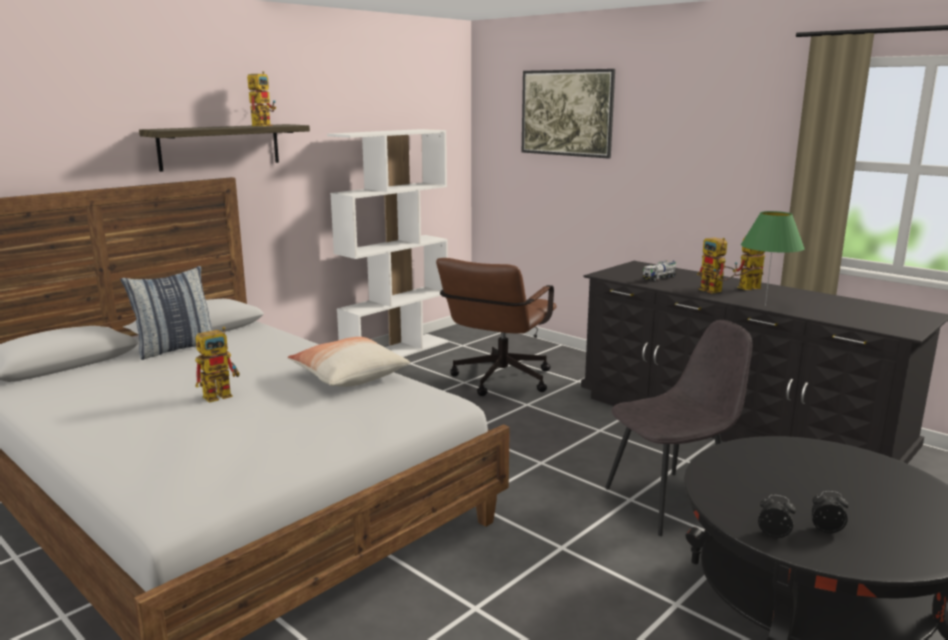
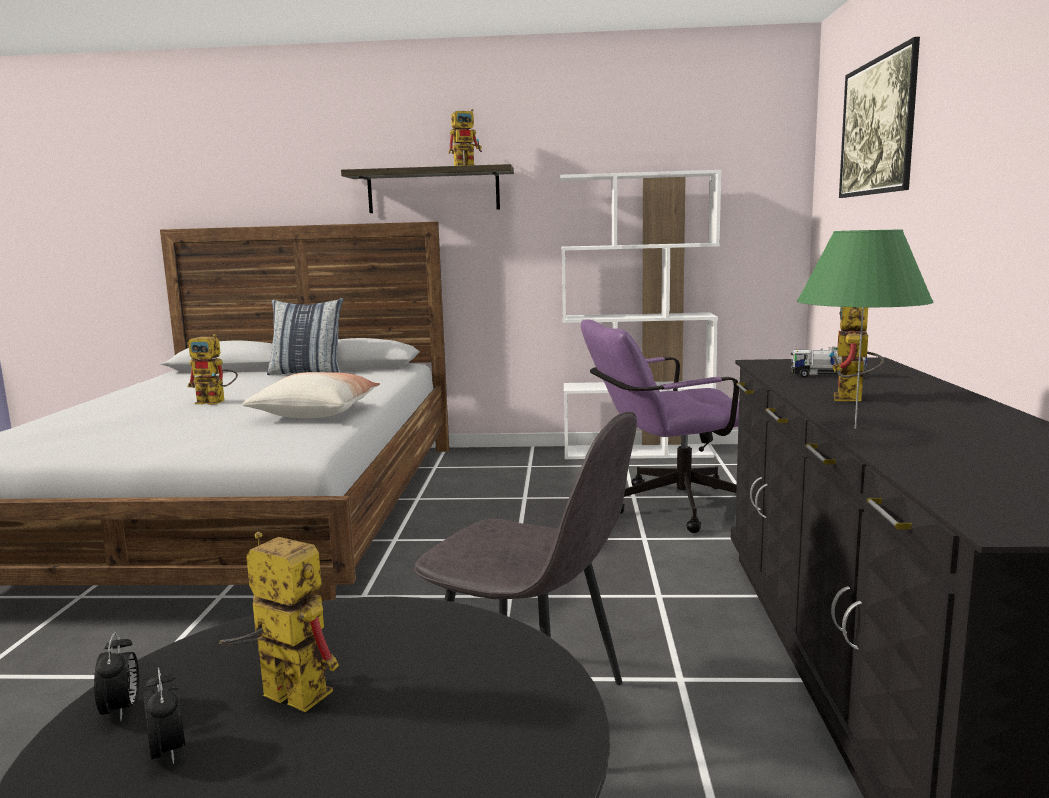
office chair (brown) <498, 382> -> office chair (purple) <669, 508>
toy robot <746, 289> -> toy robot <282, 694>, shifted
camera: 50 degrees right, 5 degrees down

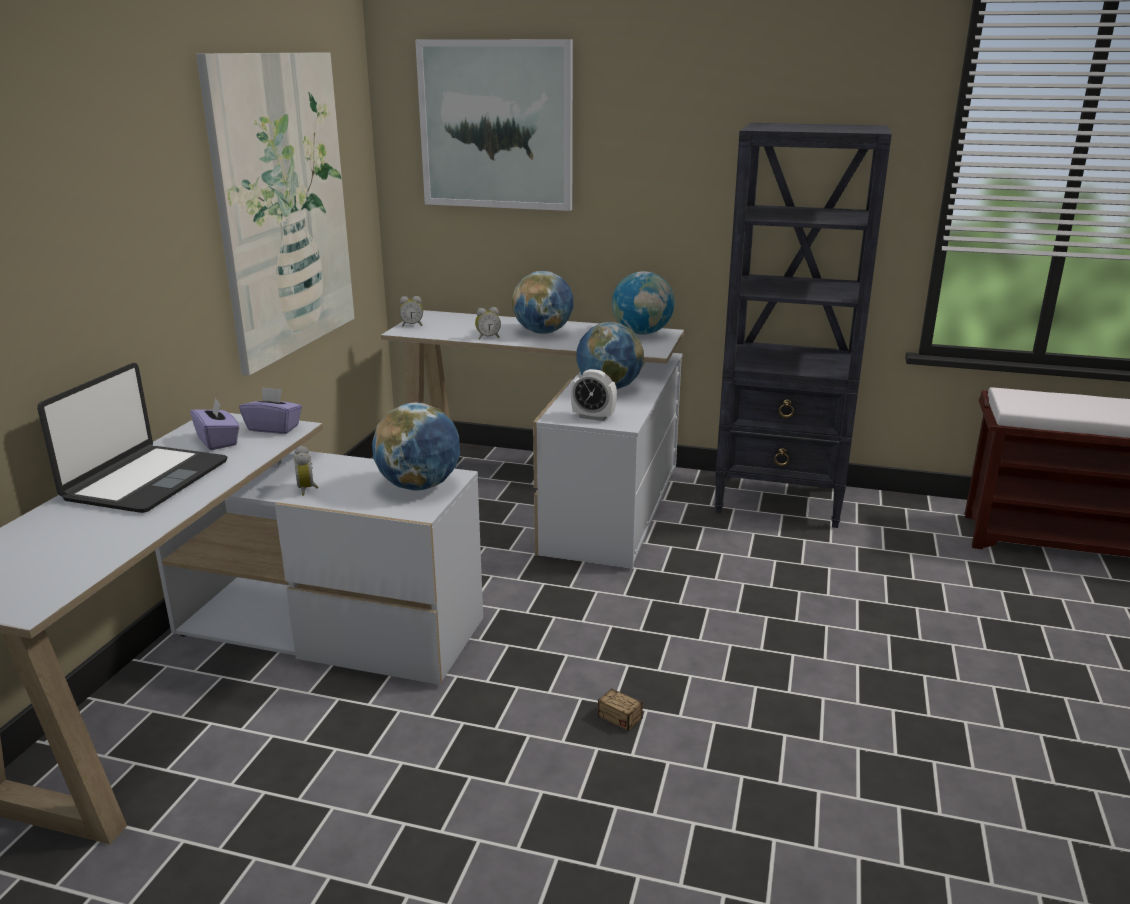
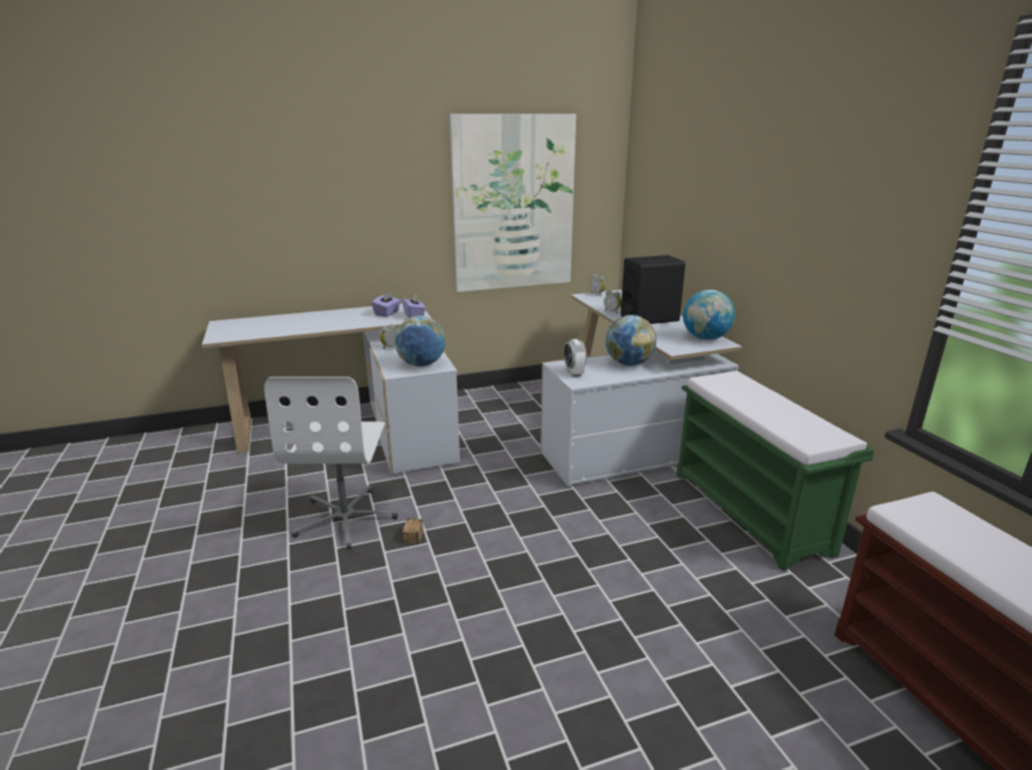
laptop <145, 480> -> none
picture <496, 125> -> none
globe <543, 332> -> speaker (black) <649, 318>
bookcase (black) <780, 501> -> bench (green) <751, 512>
none -> office chair (white) <346, 518>
camera: 55 degrees right, 0 degrees up

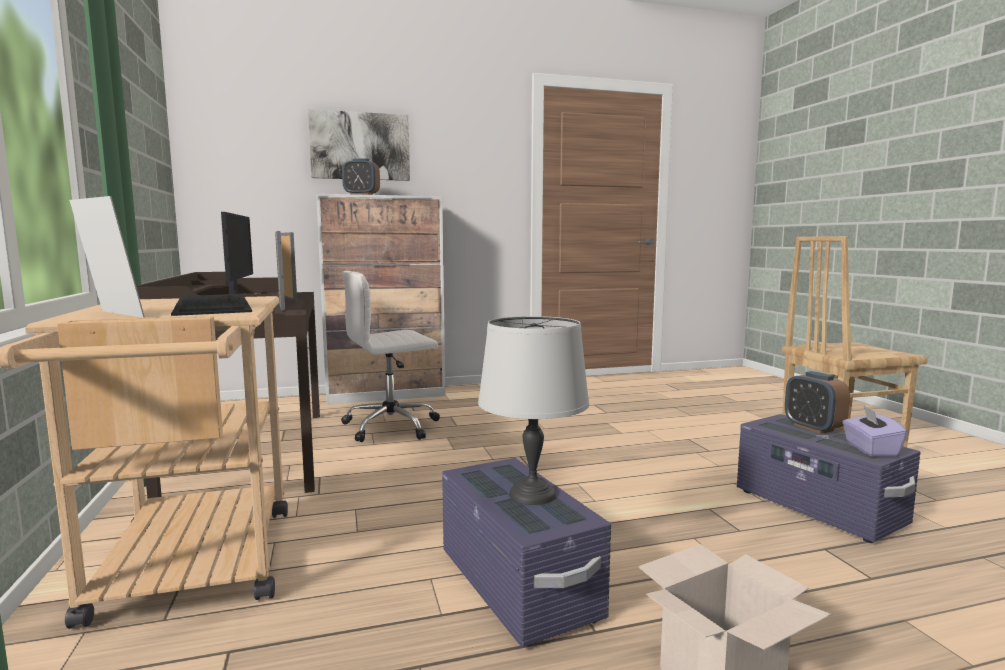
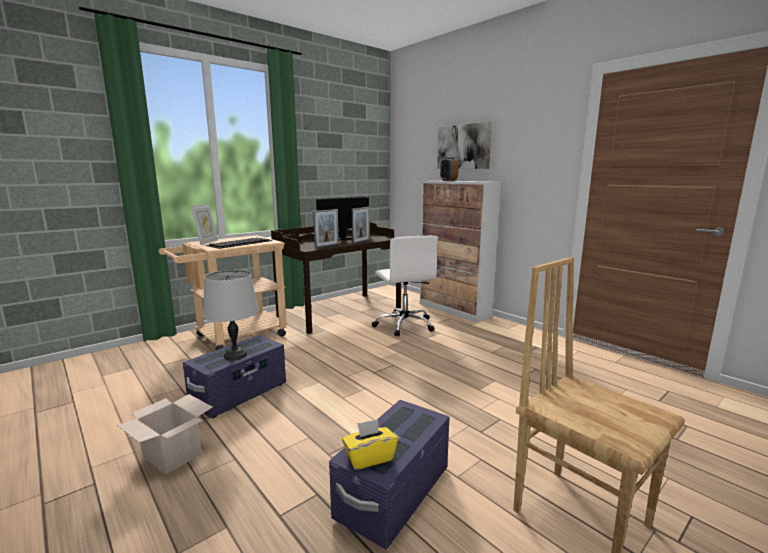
office chair (white) <393, 426> -> office chair (white) <404, 325>, 150 degrees counterclockwise
alarm clock <813, 428> -> none
tissue box (purple) <870, 449> -> tissue box (yellow) <369, 457>
camera: 65 degrees right, 5 degrees up

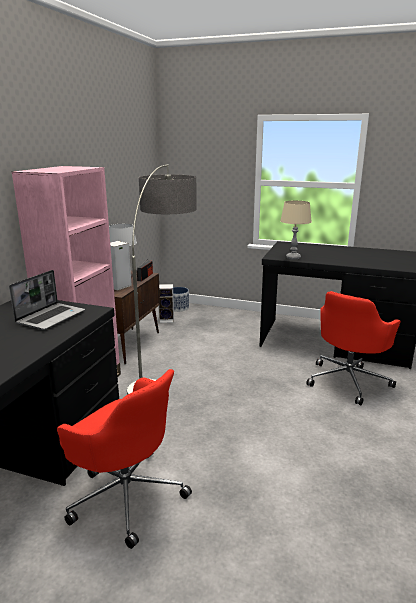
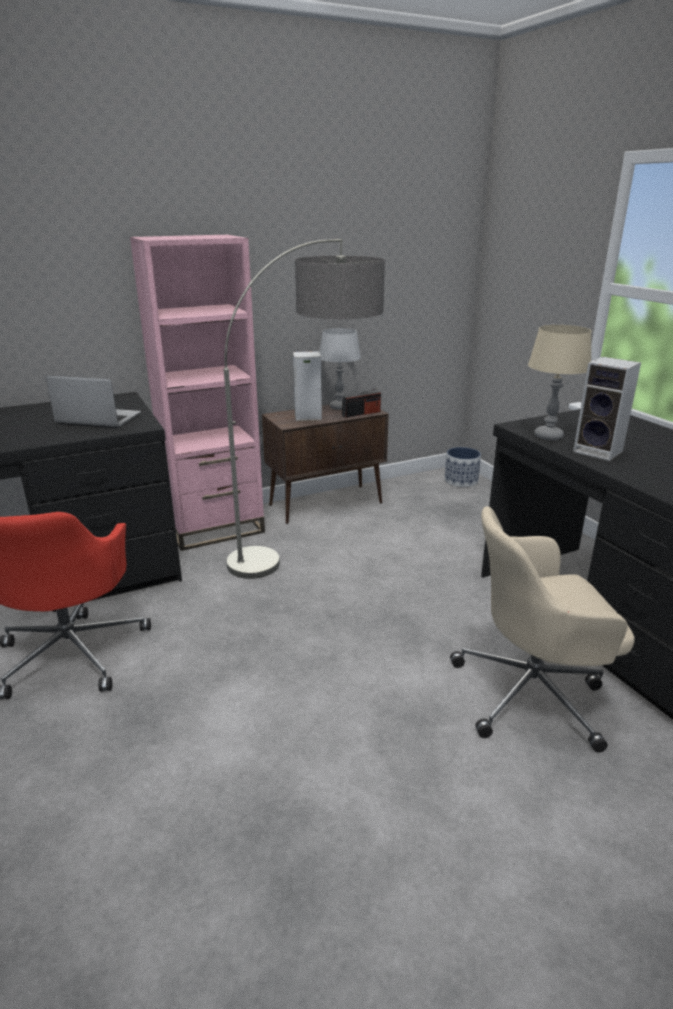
laptop <51, 317> -> laptop <97, 420>, 150 degrees counterclockwise
speaker <167, 320> -> speaker <600, 451>, shifted
office chair (red) <348, 380> -> office chair (beige) <533, 693>
camera: 45 degrees right, 5 degrees up

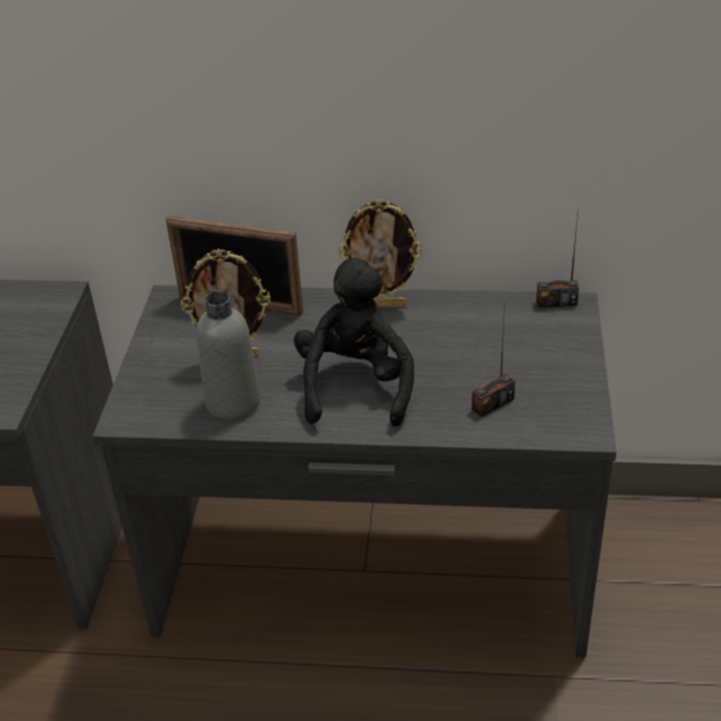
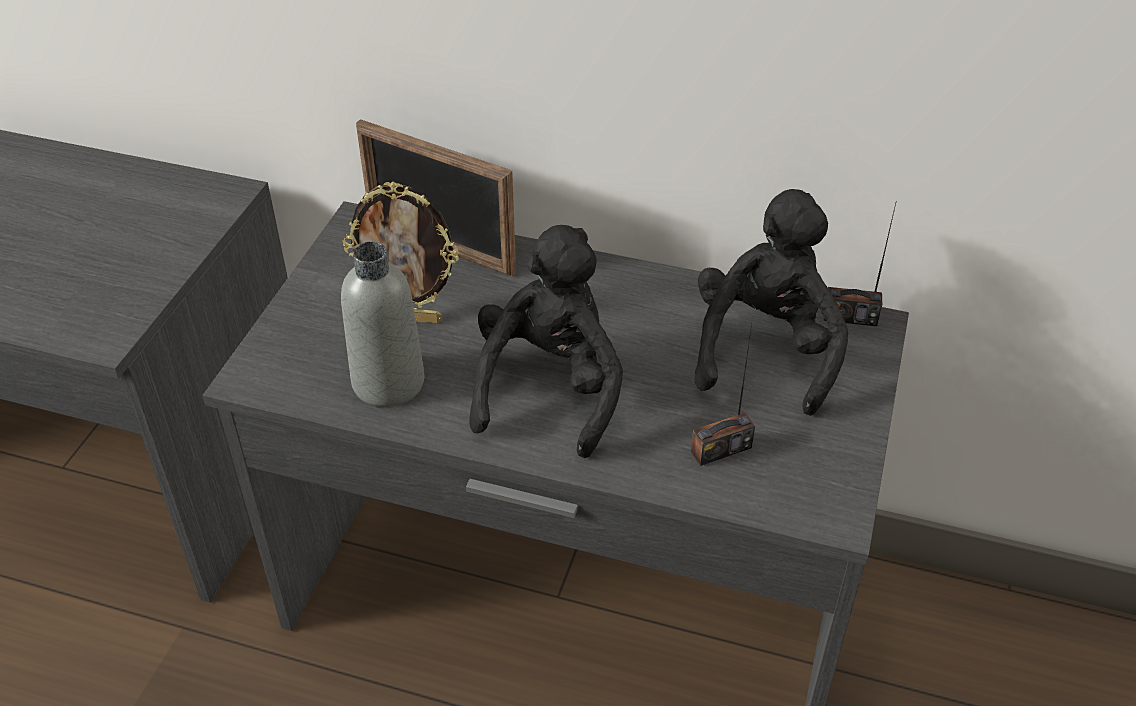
picture frame <382, 305> -> none
none -> plush toy (black) <765, 350>
camera: 10 degrees right, 5 degrees up

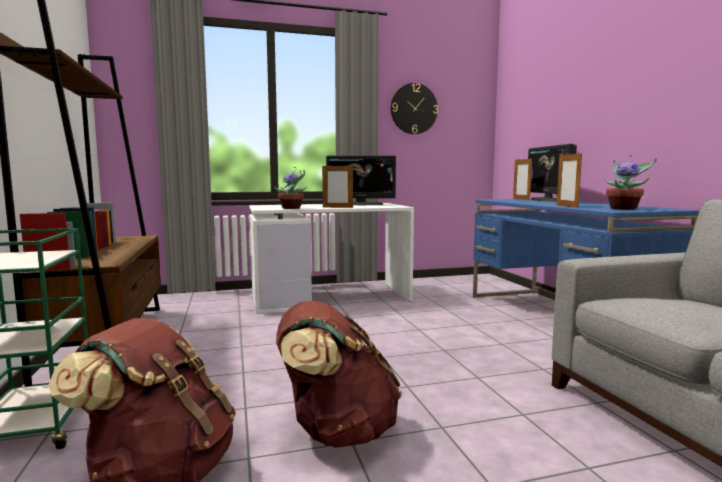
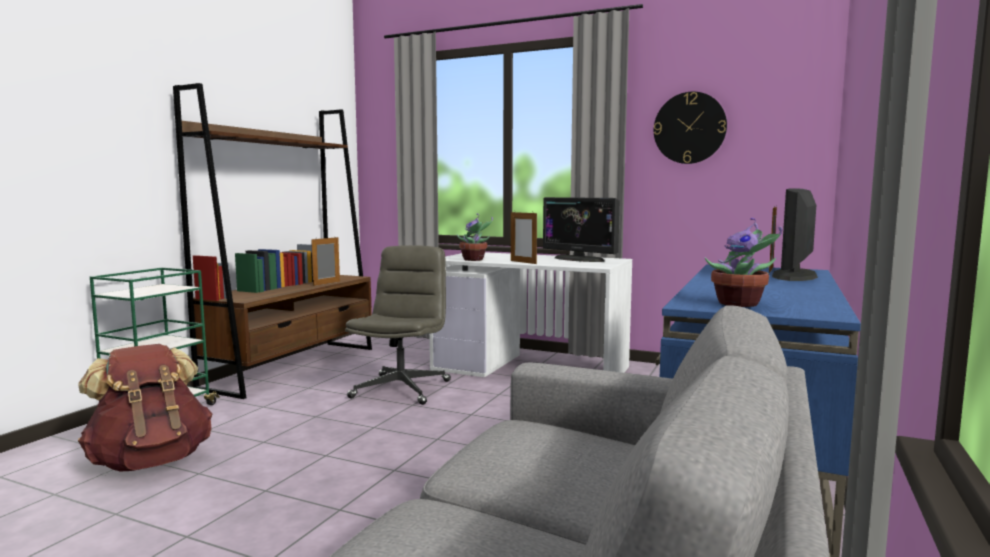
backpack (brown) <336, 431> -> none
picture frame <567, 206> -> picture frame <326, 283>, shifted
none -> office chair (grey) <401, 389>
camera: 40 degrees right, 0 degrees up

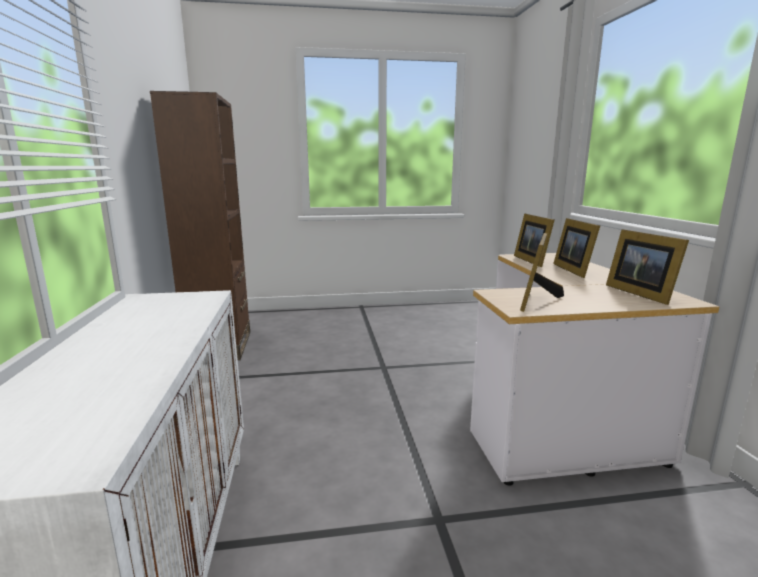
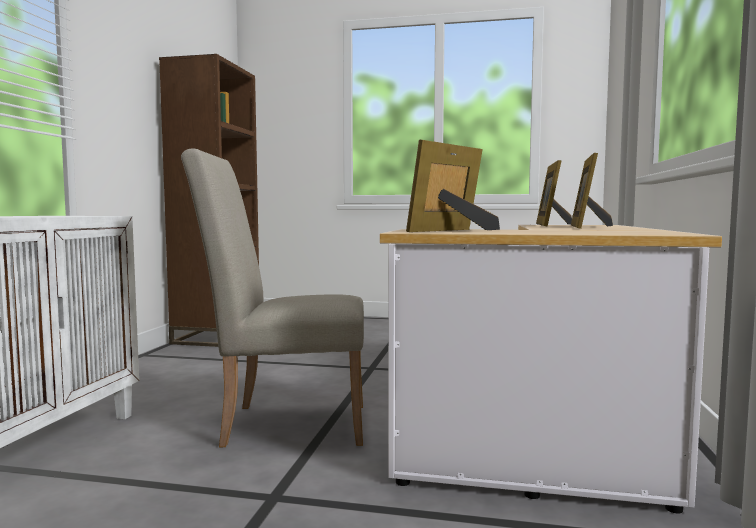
picture frame <640, 293> -> none
none -> chair (beige) <284, 423>
camera: 20 degrees right, 10 degrees down

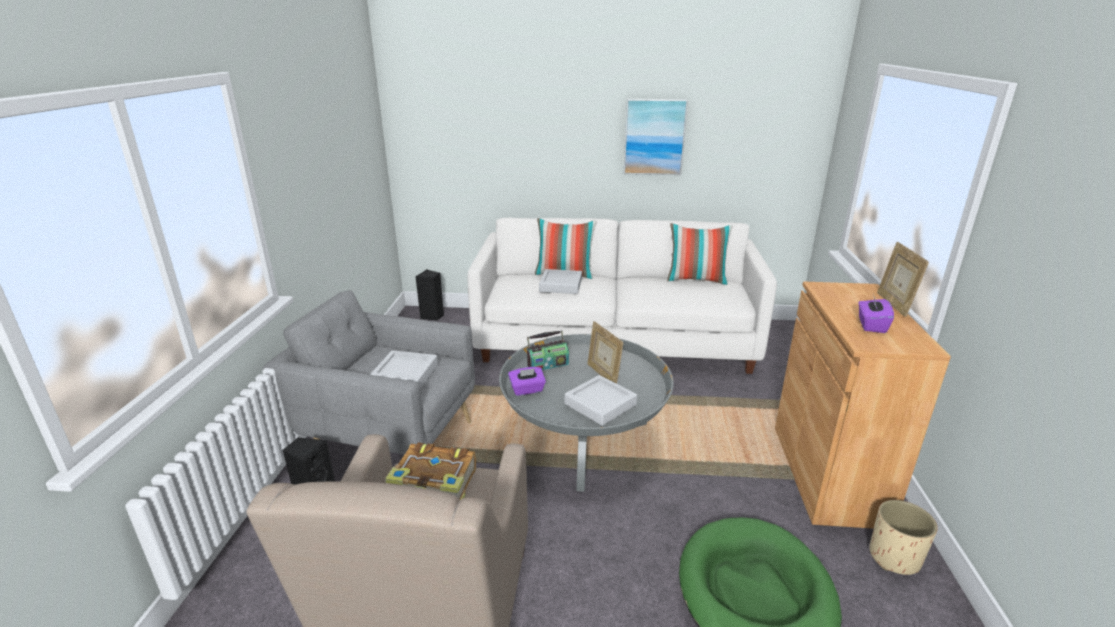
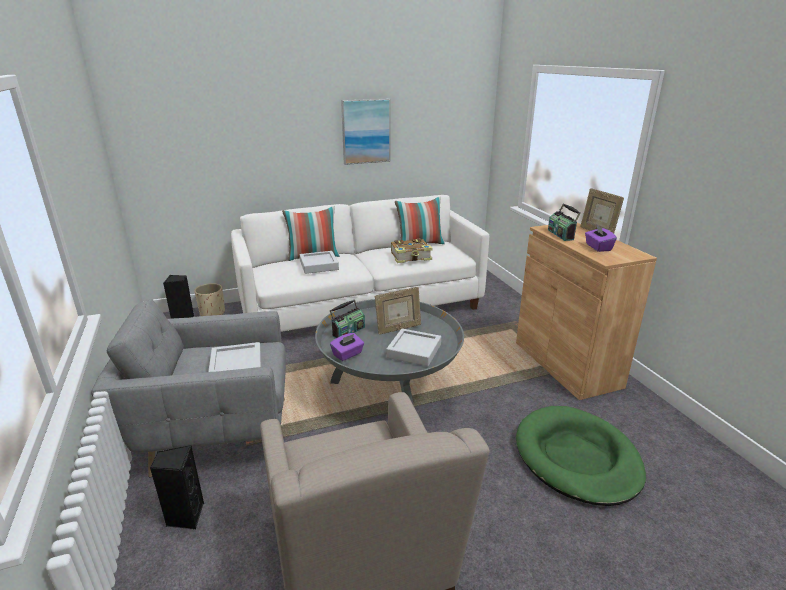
book <435, 486> -> book <411, 257>, shifted
picture frame <603, 375> -> picture frame <398, 329>, 60 degrees counterclockwise
planter (beige) <894, 557> -> planter (beige) <212, 313>, shifted
none -> radio <561, 234>
camera: 25 degrees left, 0 degrees up

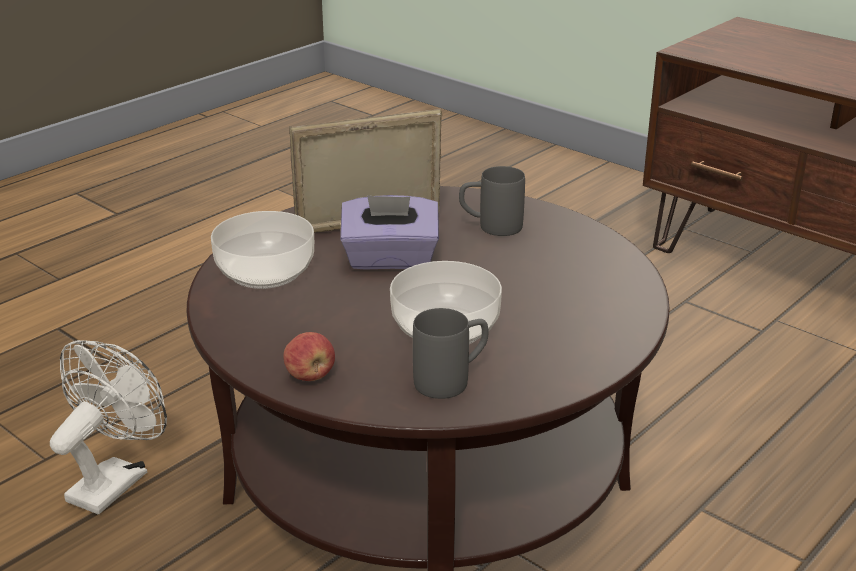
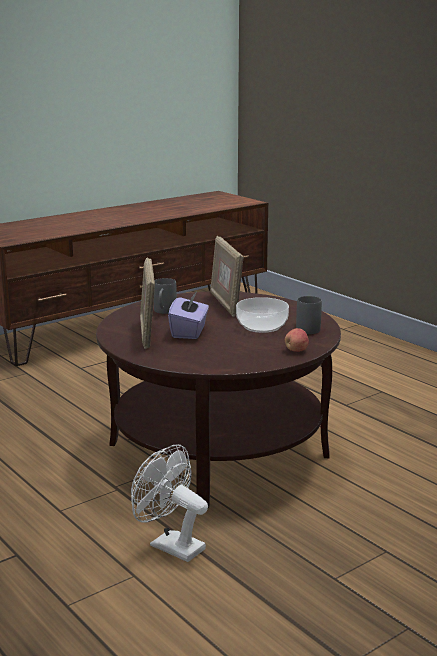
bowl <266, 271> -> none
none -> picture frame <225, 304>
camera: 80 degrees left, 10 degrees down

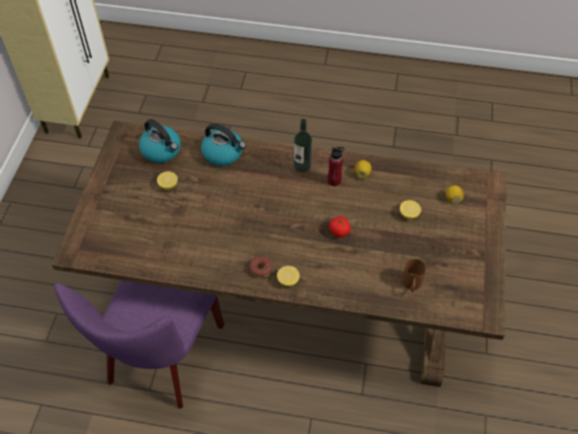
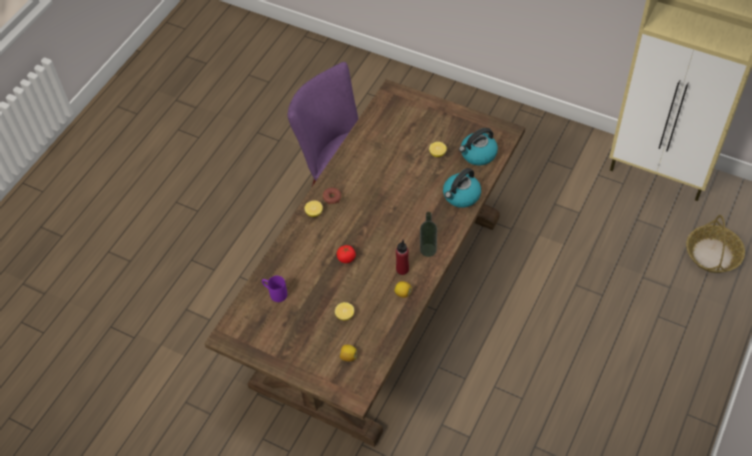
mug (brown) <411, 285> -> mug (purple) <275, 293>
none -> basket <713, 255>
camera: 110 degrees right, 0 degrees up

